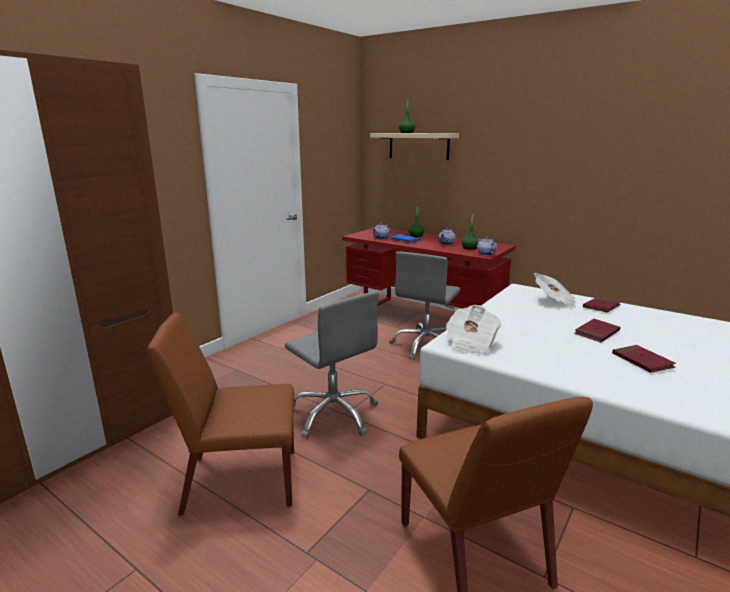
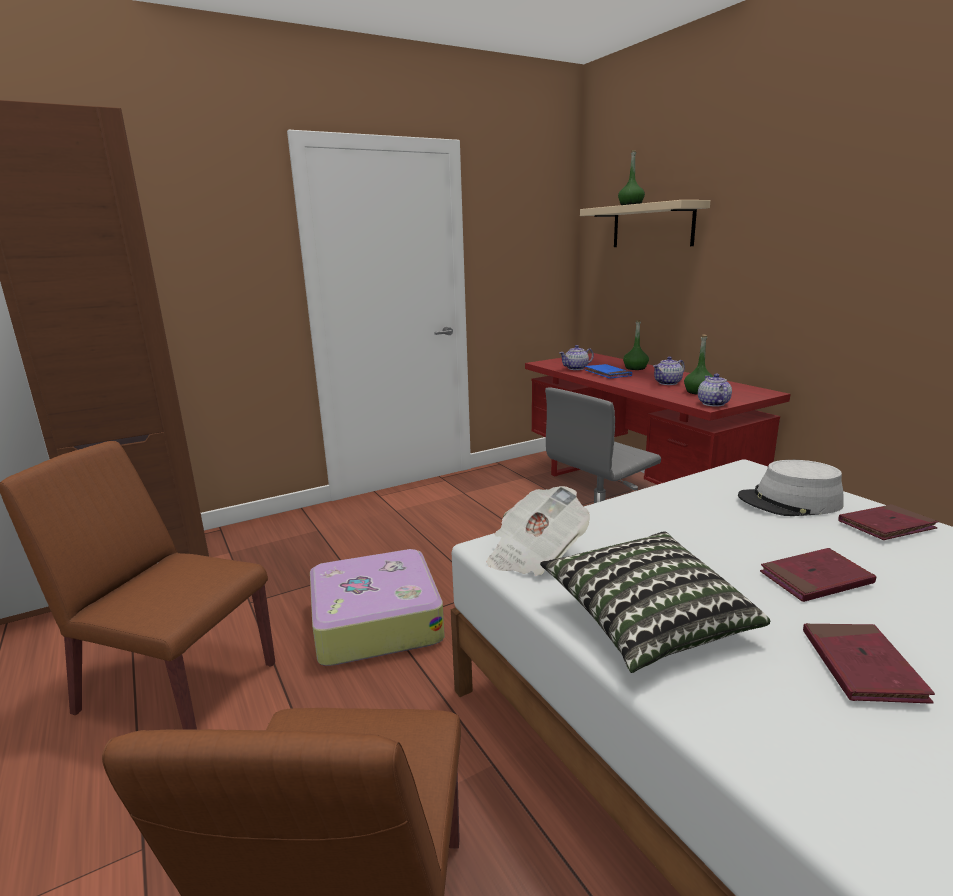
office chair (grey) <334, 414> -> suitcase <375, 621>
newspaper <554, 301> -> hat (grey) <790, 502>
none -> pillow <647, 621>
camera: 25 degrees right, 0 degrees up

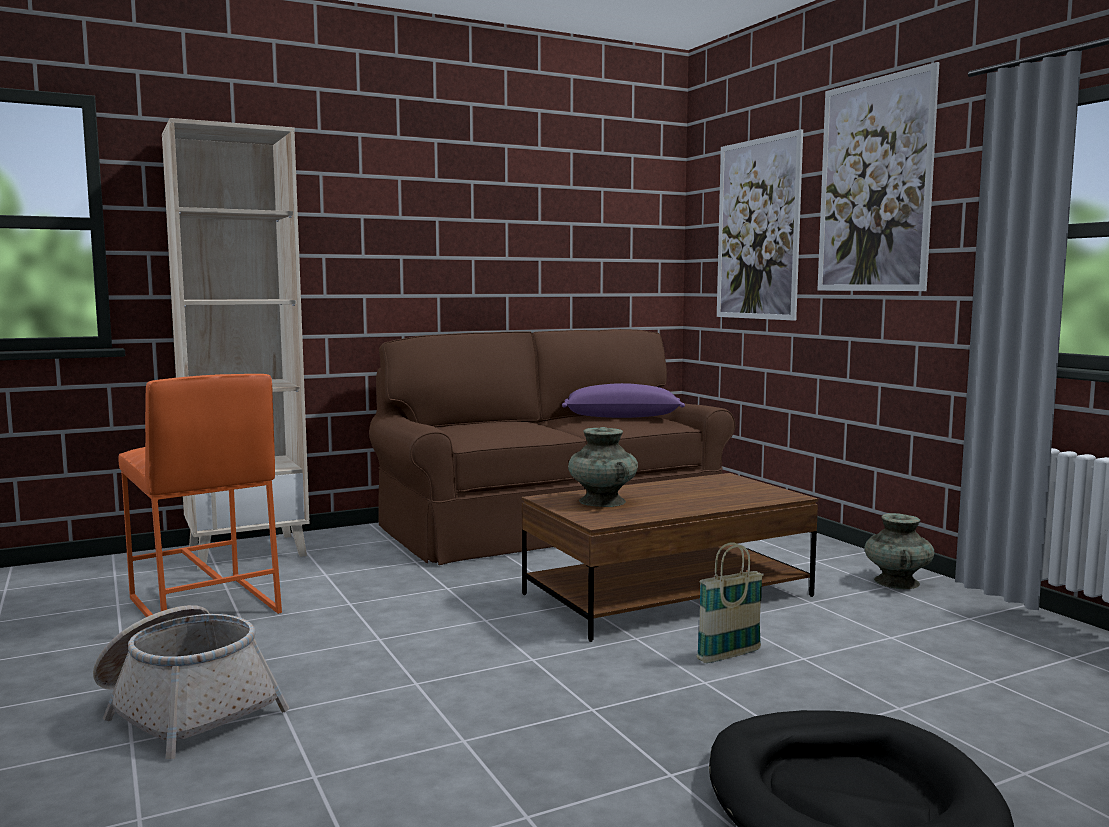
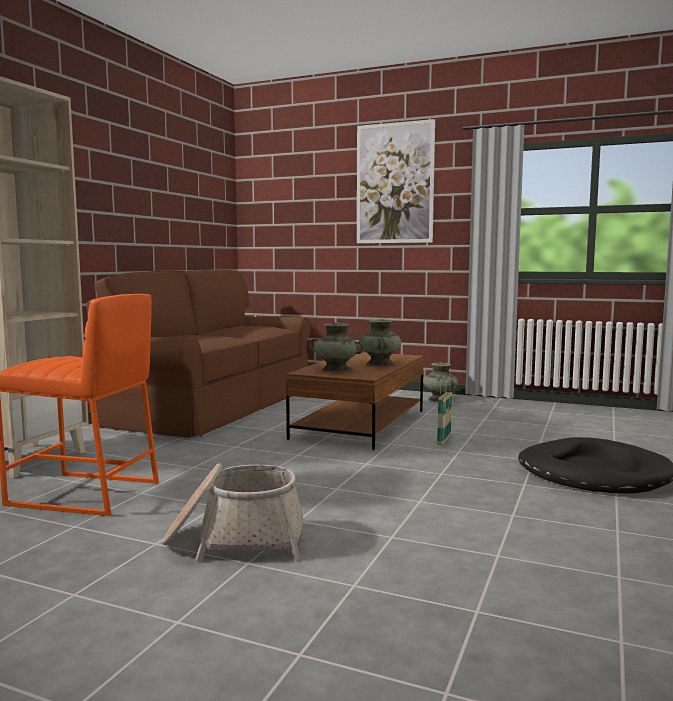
pillow (purple) <622, 417> -> none
picture <757, 229> -> none
none -> vase (turquoise) <380, 363>
camera: 40 degrees left, 0 degrees up

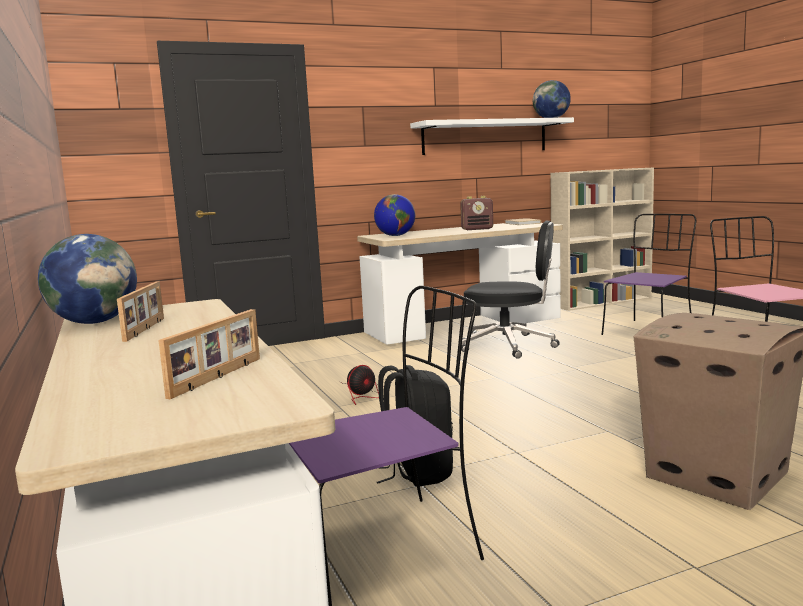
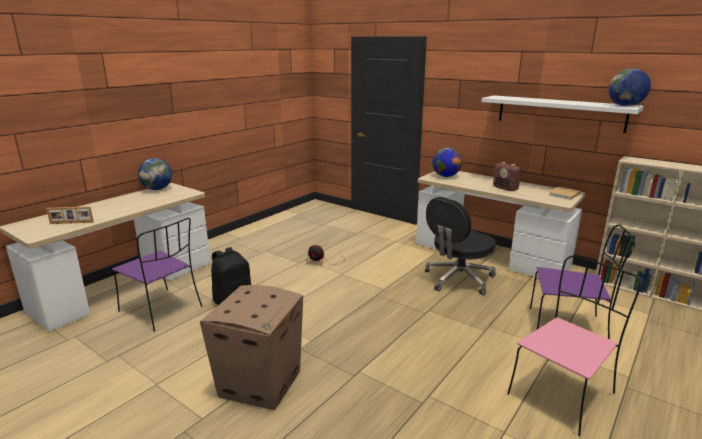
picture frame <146, 329> -> none
office chair (black) <509, 345> -> office chair (black) <458, 279>, 60 degrees clockwise
camera: 60 degrees right, 10 degrees up

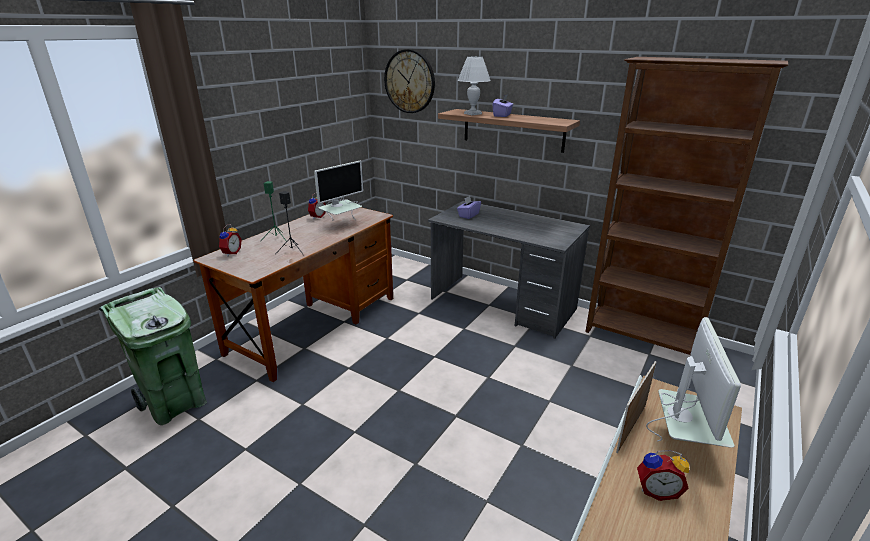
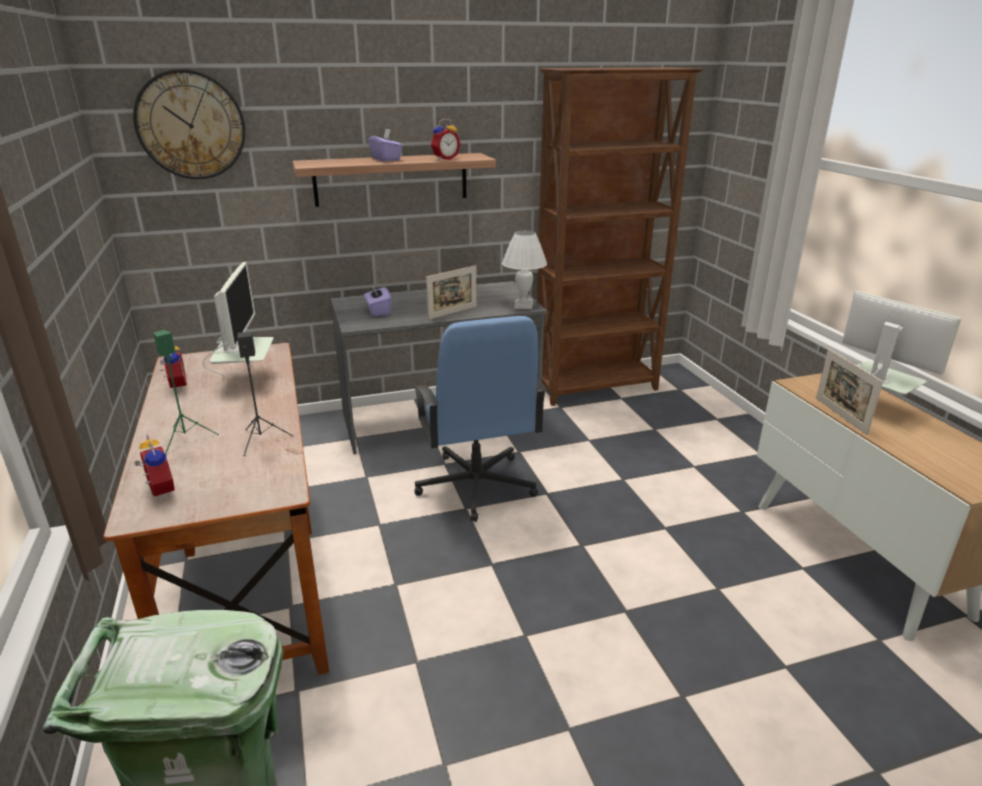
table lamp (white) <473, 113> -> table lamp (white) <523, 305>, shifted
alarm clock <656, 490> -> alarm clock <444, 159>, shifted
none -> office chair (blue) <476, 486>
none -> picture frame <453, 312>
camera: 50 degrees left, 0 degrees up

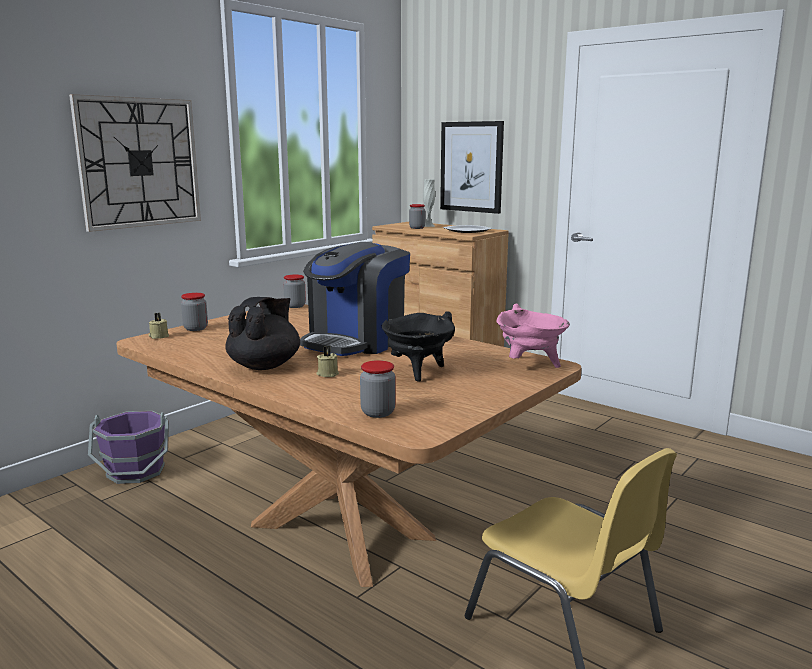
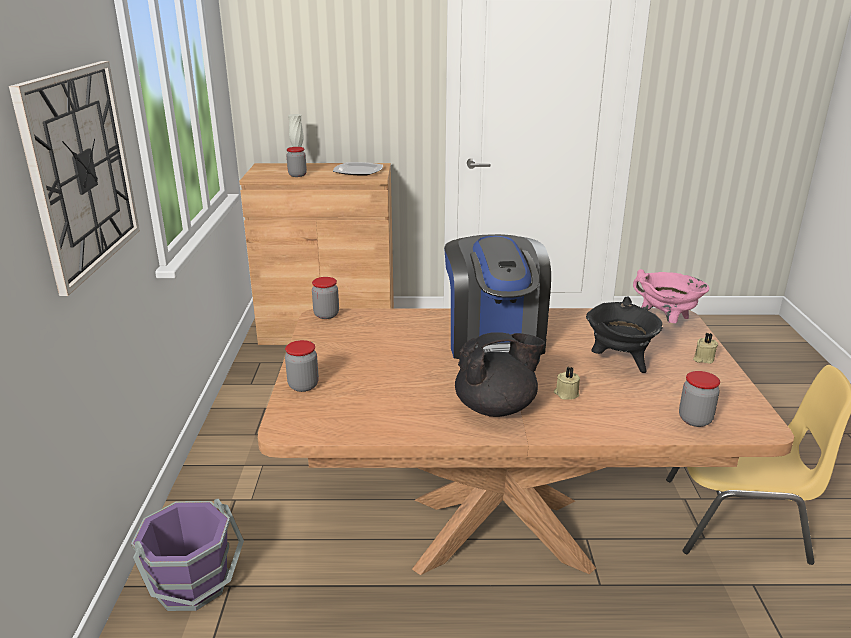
candle (beige) <158, 336> -> candle (beige) <703, 359>, shifted
teapot (black) <265, 366> -> teapot (black) <496, 408>, 90 degrees clockwise
picture <471, 167> -> none
camera: 40 degrees left, 10 degrees up

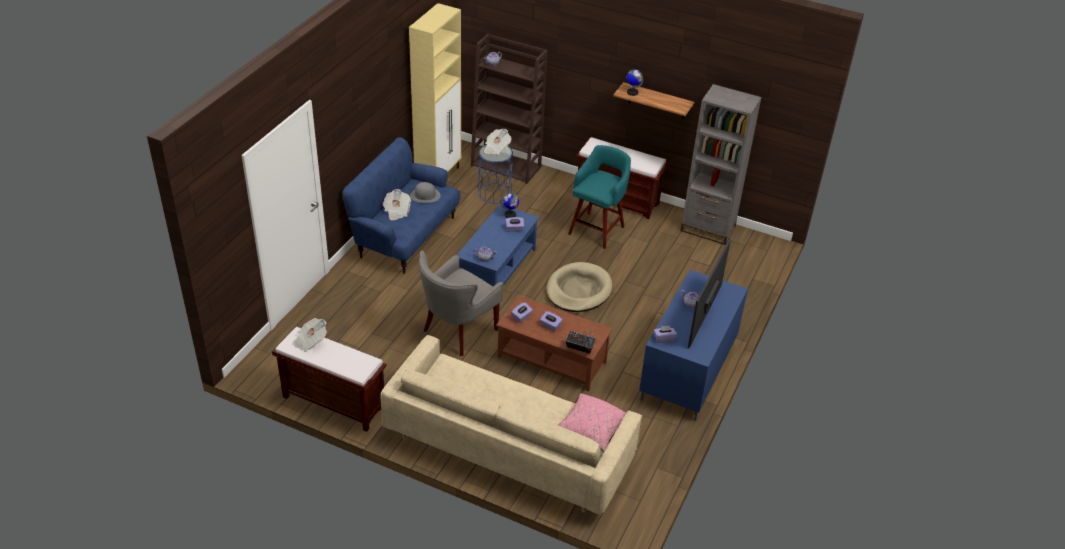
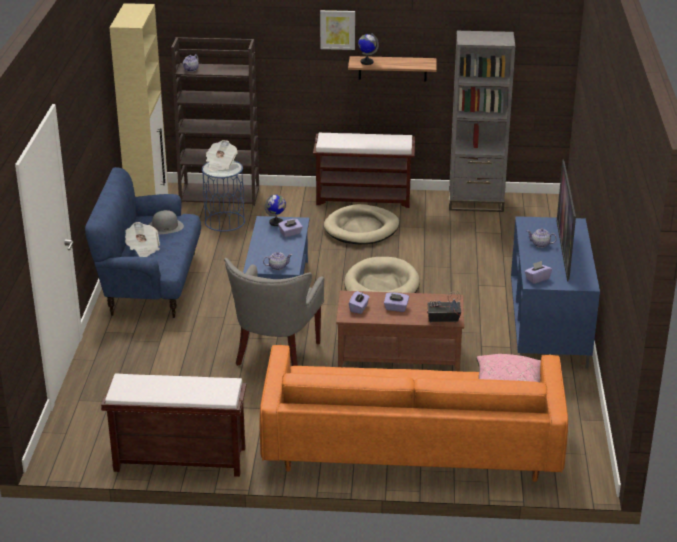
newspaper <310, 341> -> none
sofa (beige) <509, 446> -> sofa (orange) <411, 445>
stool (turquoise) <597, 229> -> dog bed (beige) <361, 228>
none -> picture <337, 29>
camera: 20 degrees left, 10 degrees down

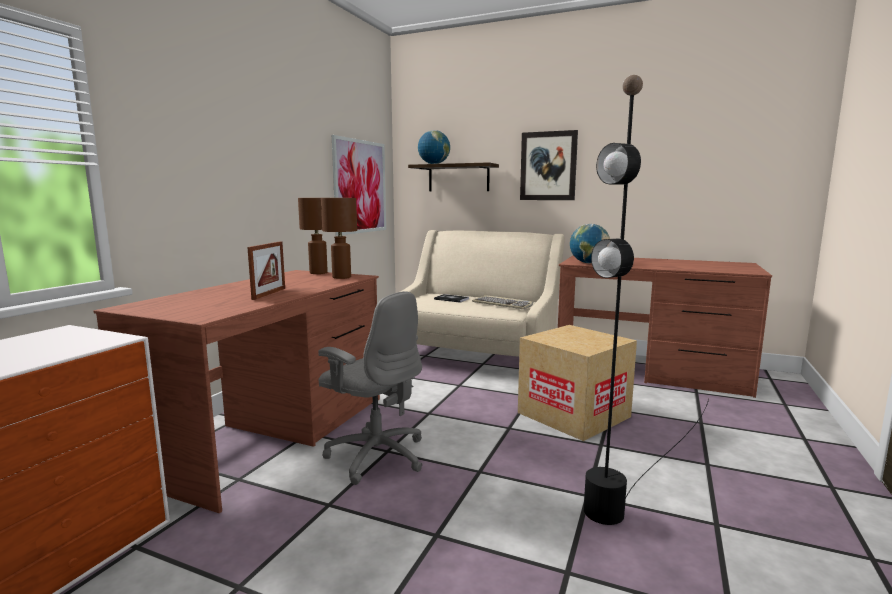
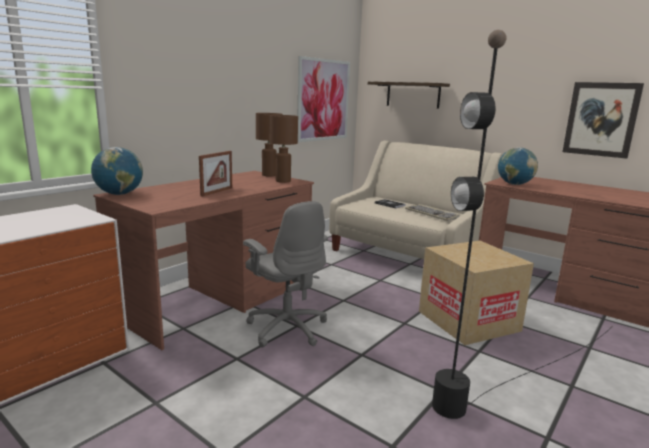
globe <434, 164> -> globe <119, 194>, shifted
picture <548, 166> -> picture <601, 119>, shifted
camera: 15 degrees right, 5 degrees up

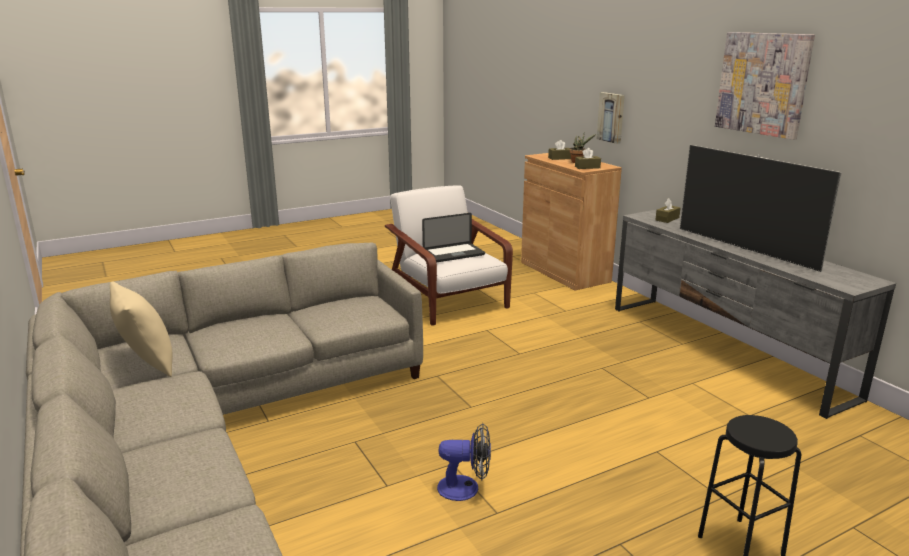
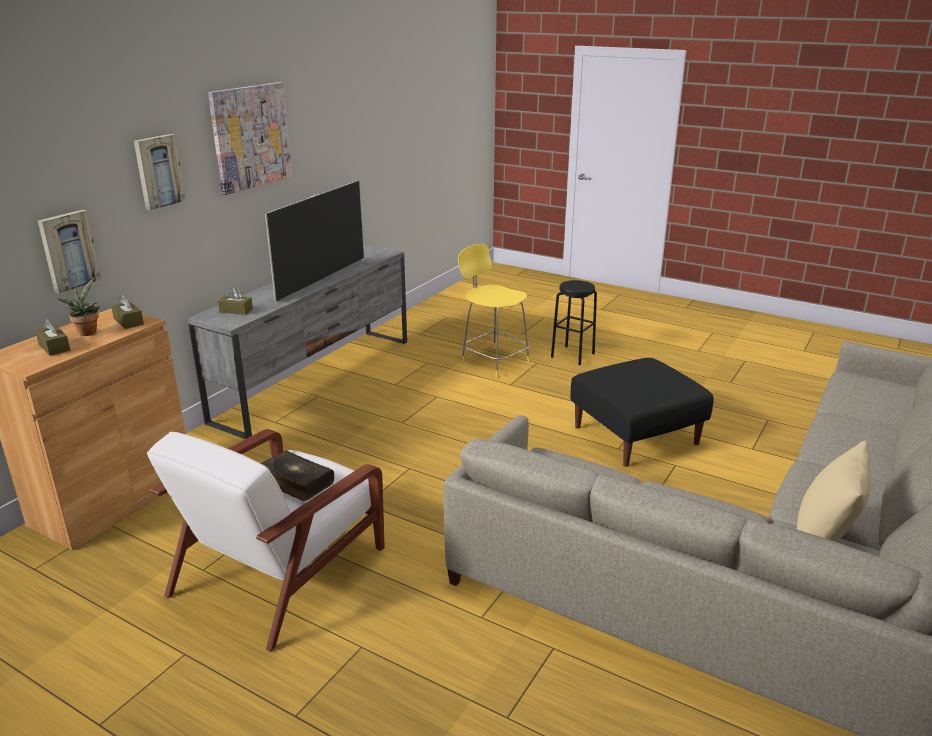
laptop <454, 254> -> book <296, 483>
fan <466, 488> -> ottoman (black) <635, 435>
none -> picture <158, 171>
none -> stool (yellow) <493, 361>
camera: 120 degrees left, 5 degrees up

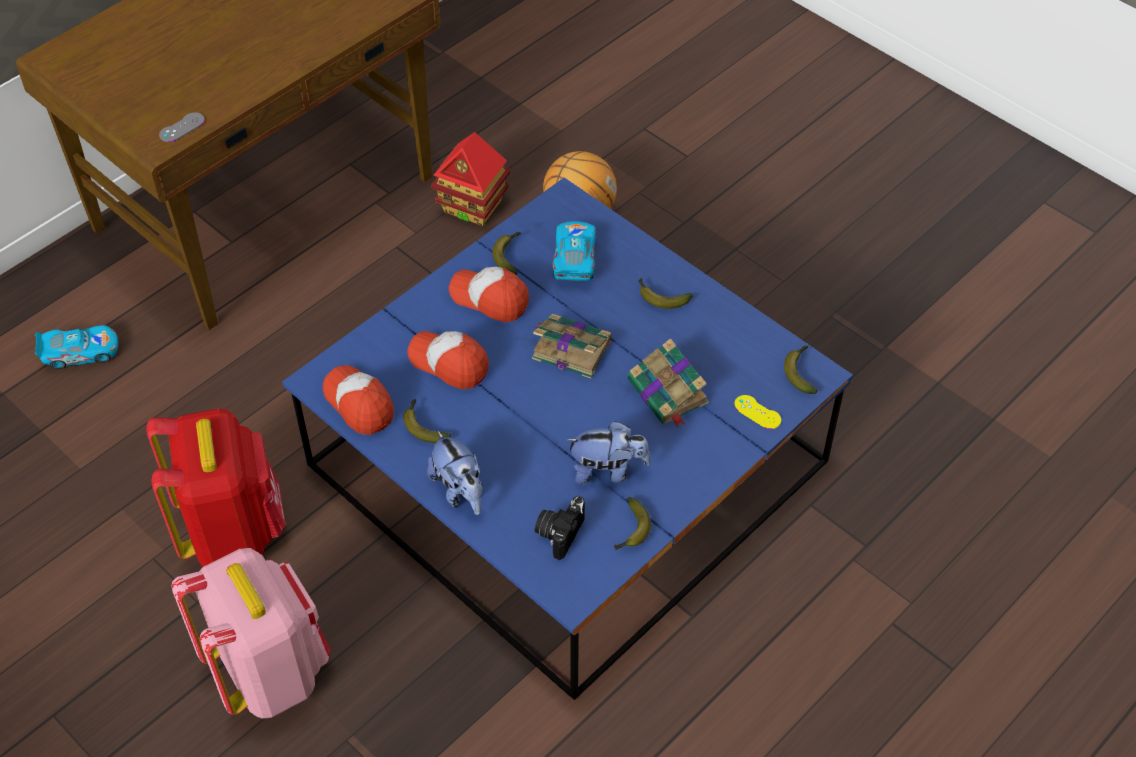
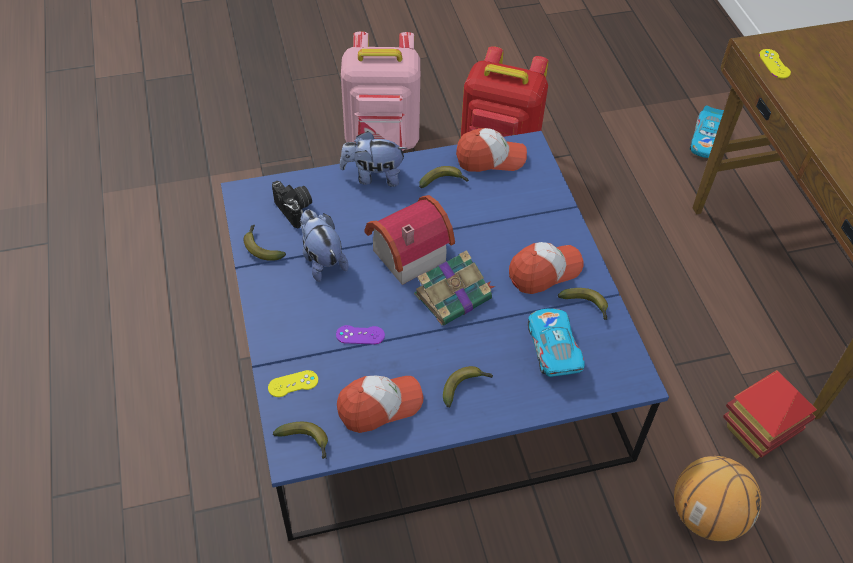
game controller (grey) <182, 127> -> game controller (yellow) <774, 64>
cap <449, 363> -> cap <379, 406>, shifted
toy car <574, 259> -> toy car <553, 349>, 135 degrees counterclockwise
plush toy <607, 470> -> plush toy <322, 260>, 120 degrees clockwise
book <668, 393> -> game controller (purple) <360, 335>
none -> toy house <405, 254>
camera: 120 degrees right, 0 degrees up

